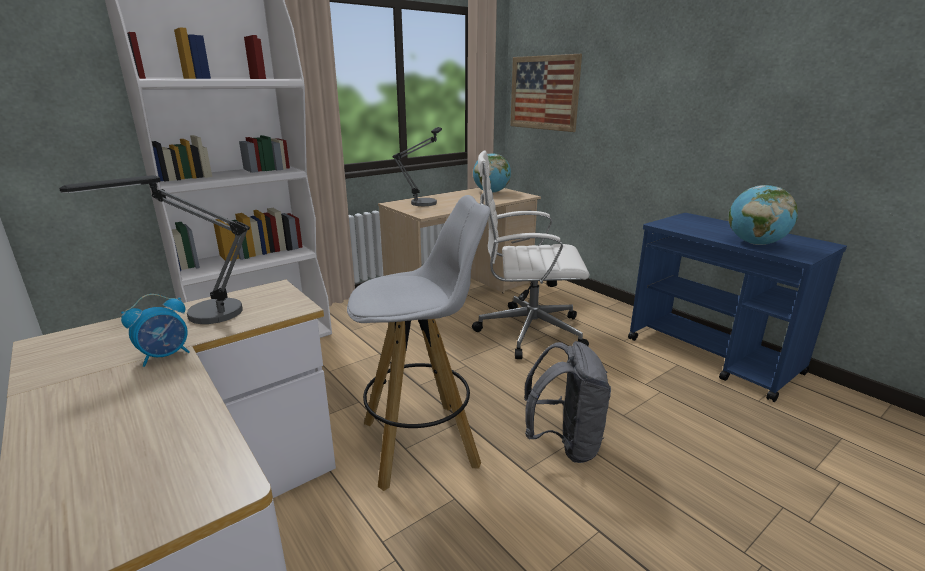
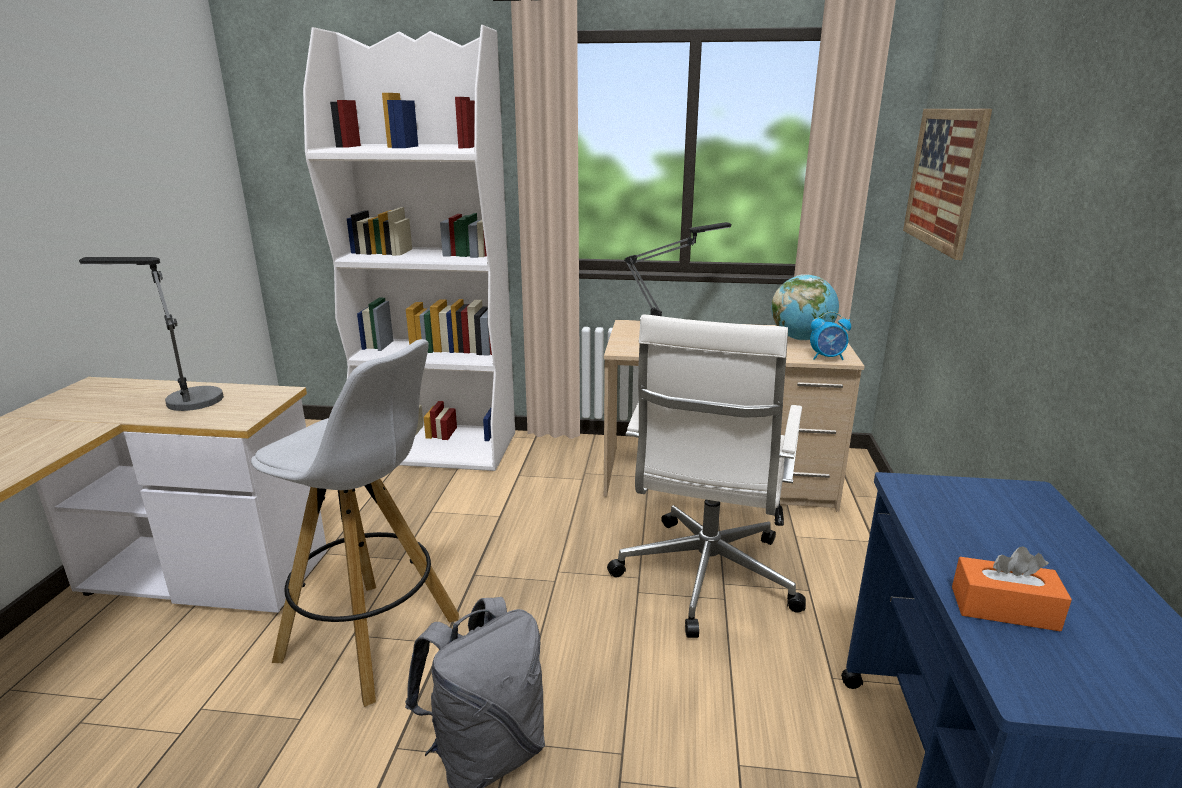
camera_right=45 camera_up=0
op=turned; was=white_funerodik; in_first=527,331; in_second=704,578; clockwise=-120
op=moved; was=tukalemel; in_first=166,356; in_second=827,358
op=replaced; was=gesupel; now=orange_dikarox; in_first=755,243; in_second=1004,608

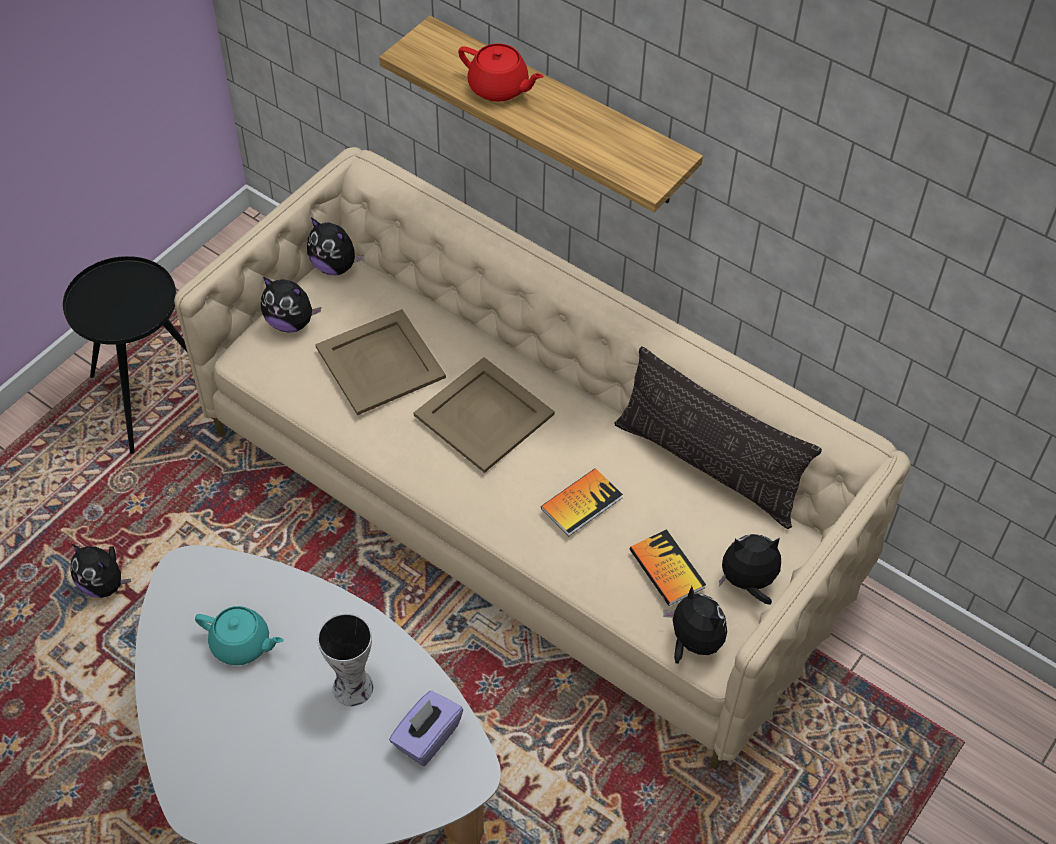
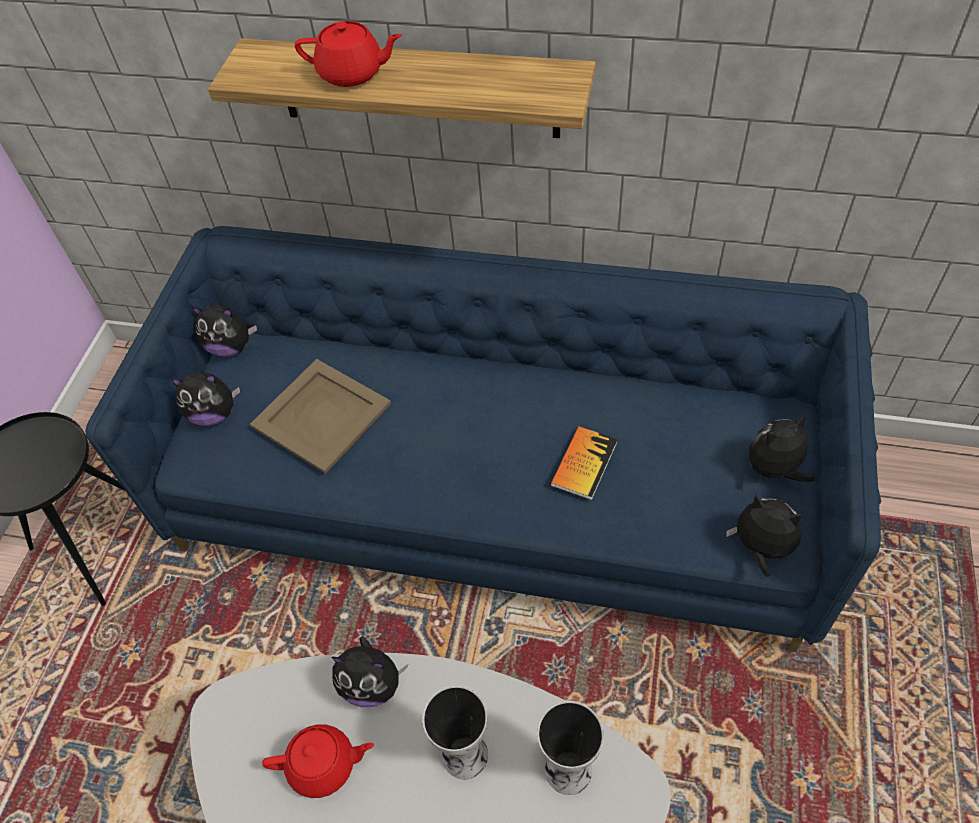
camera_right=-20 camera_up=0
op=recoloured; was=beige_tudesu; now=blue_tudesu; in_first=526,510; in_second=498,495
op=recoloured; was=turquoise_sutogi; now=red_sutogi; in_first=242,644; in_second=324,765
op=moved; was=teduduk; in_first=104,584; in_second=372,684
op=replaced; was=purple_dikarox; now=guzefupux; in_first=427,737; in_second=569,772
op=removed; was=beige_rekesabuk; in_first=484,416
op=removed; was=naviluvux; in_first=708,466
op=removed; was=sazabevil; in_first=667,569

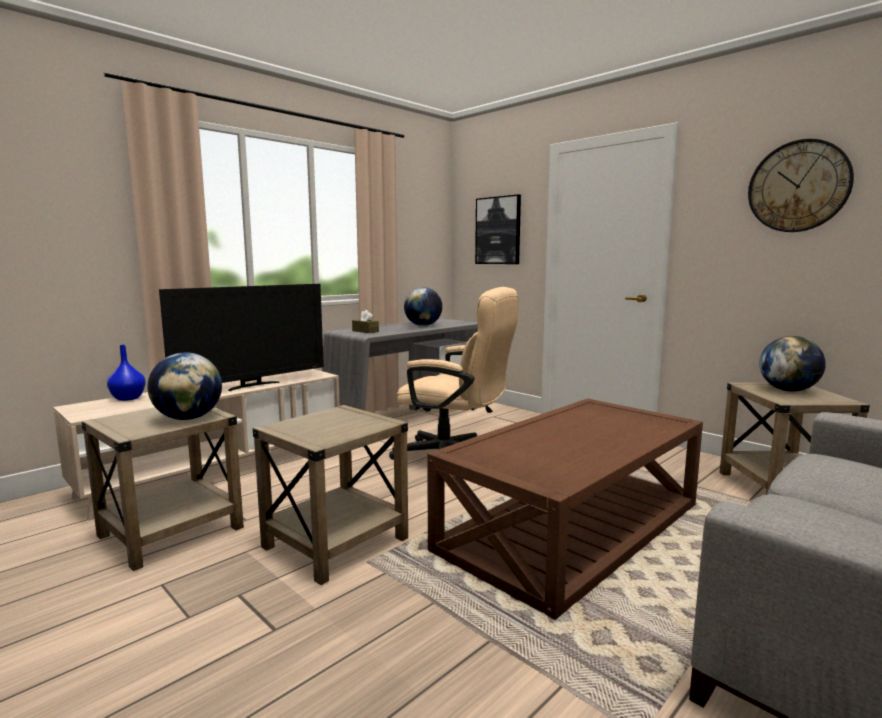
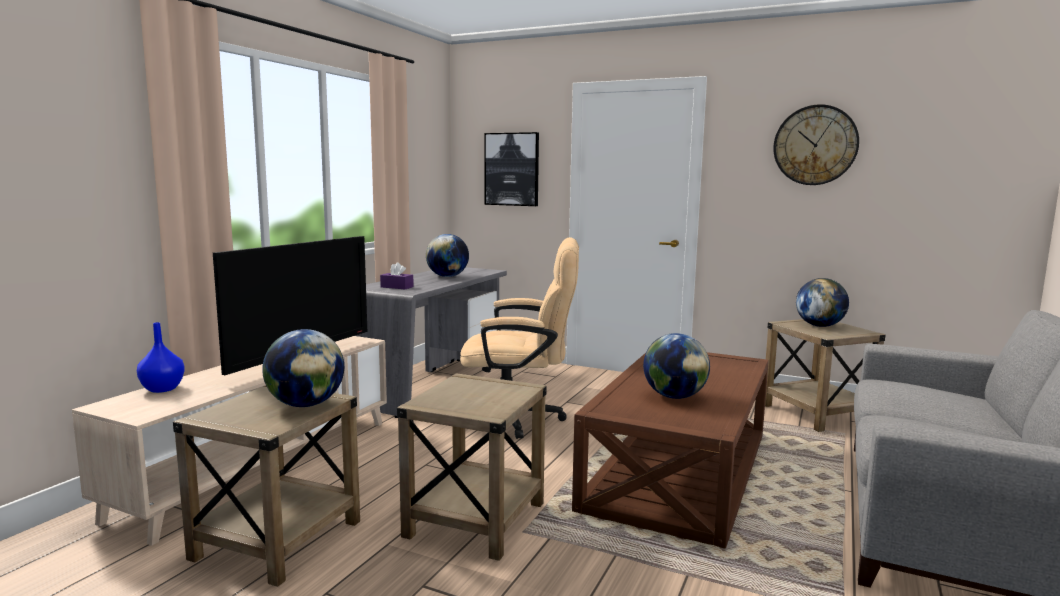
camera_right=-20 camera_up=0
op=recoloured; was=brown_dikarox; now=purple_dikarox; in_first=365,331; in_second=397,287
op=added; now=gesupel; in_second=674,396

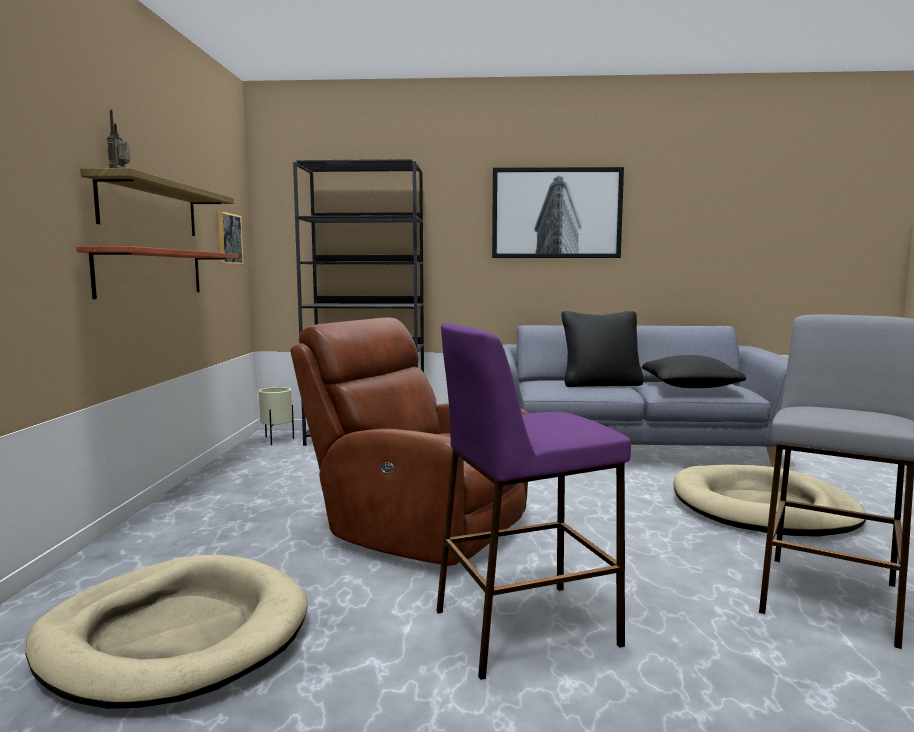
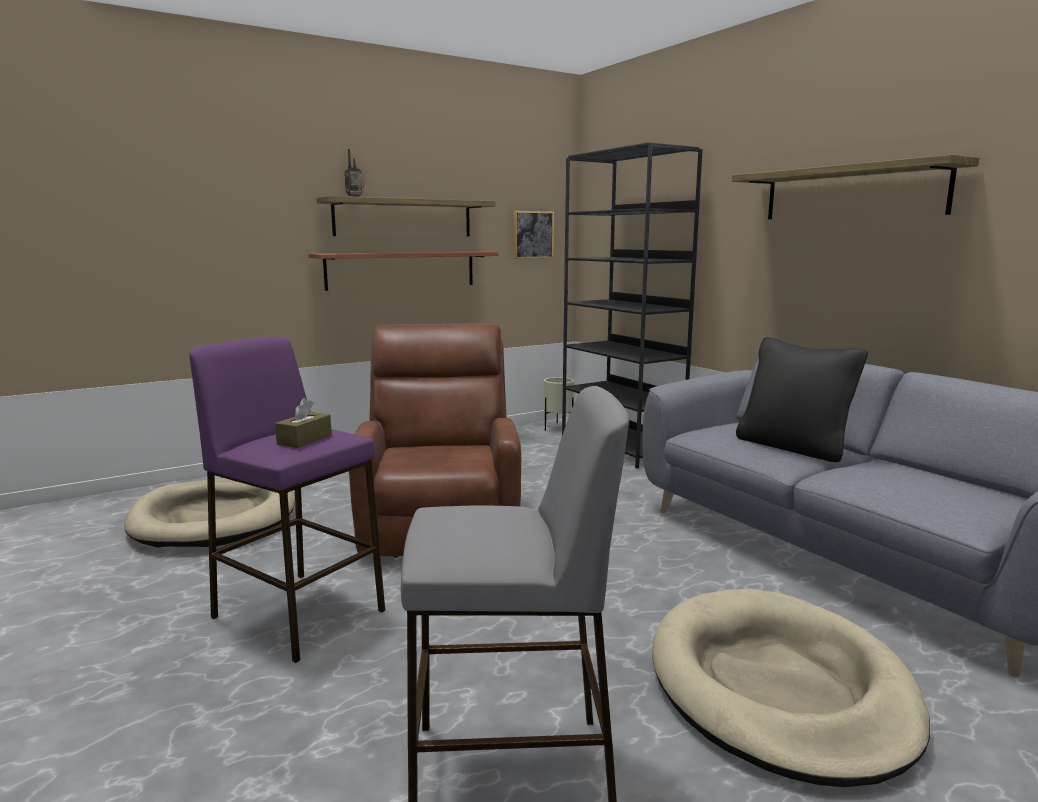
camera_right=55 camera_up=5
op=added; now=brown_dikarox; in_second=304,439
op=replaced; was=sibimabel; now=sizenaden; in_first=556,213; in_second=851,193
op=removed; was=black_naviluvux; in_first=690,386

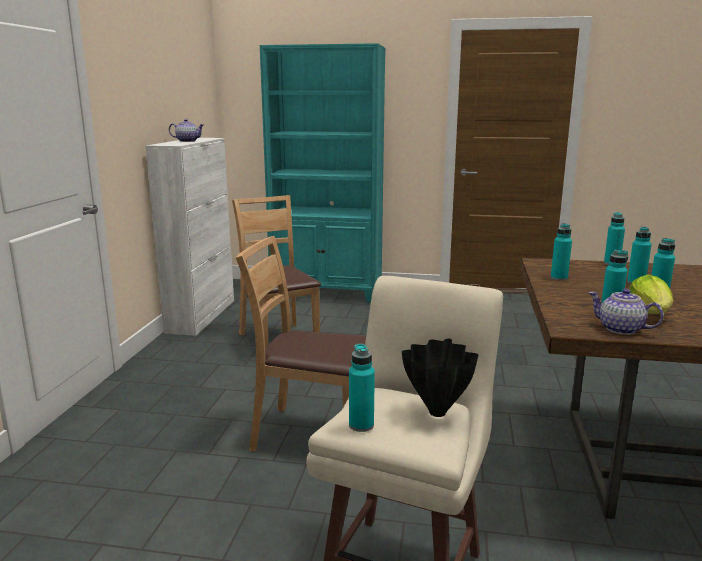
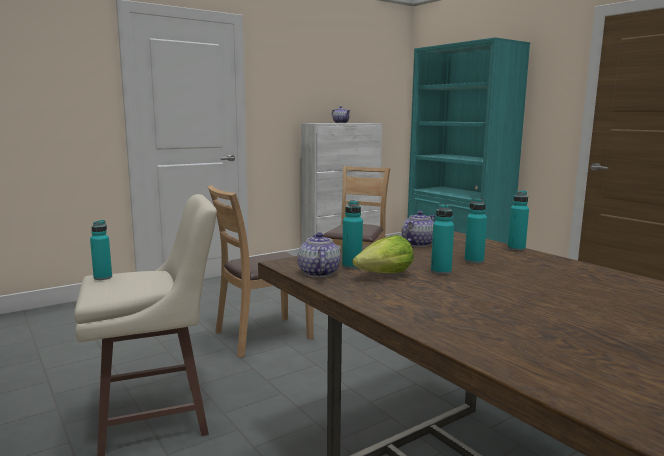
camera_right=45 camera_up=-5
op=turned; was=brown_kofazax; in_first=310,434; in_second=262,336; clockwise=-90
op=replaced; was=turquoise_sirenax; now=sutogi; in_first=559,278; in_second=417,244
op=removed; was=black_guzefupux; in_first=437,413

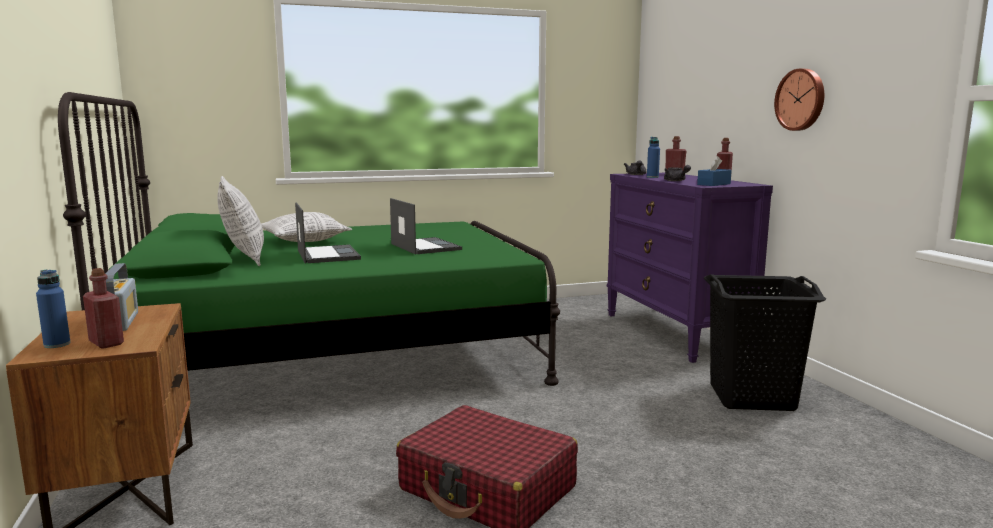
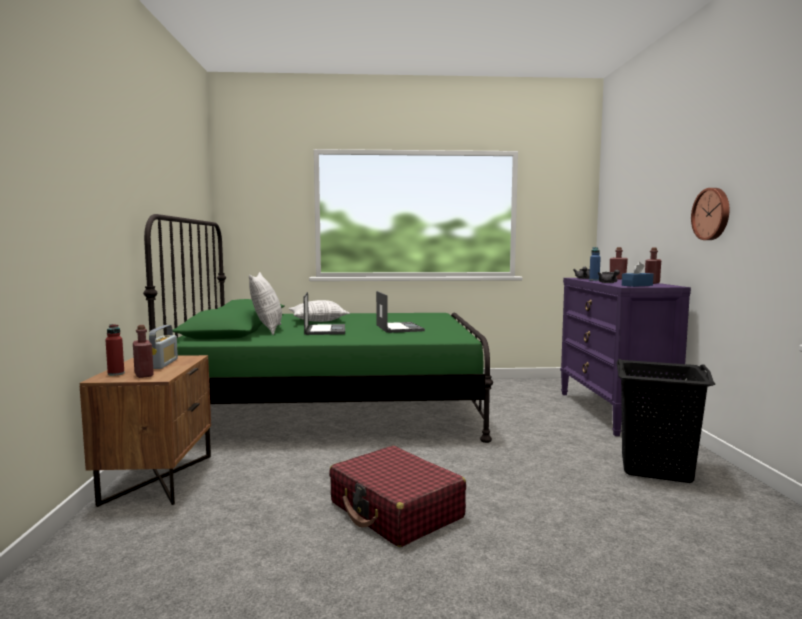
camera_right=15 camera_up=-5
op=recoloured; was=blue_sirenax; now=red_sirenax; in_first=57,344; in_second=116,373

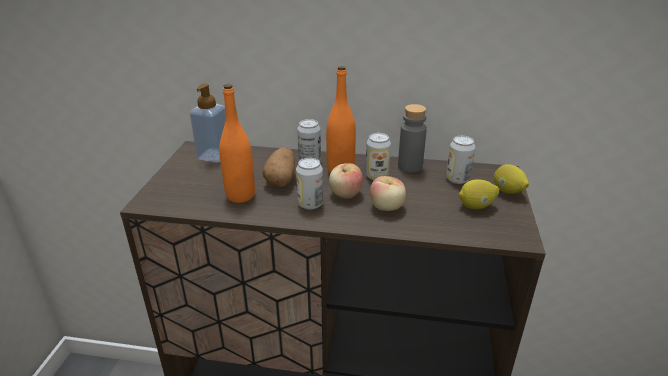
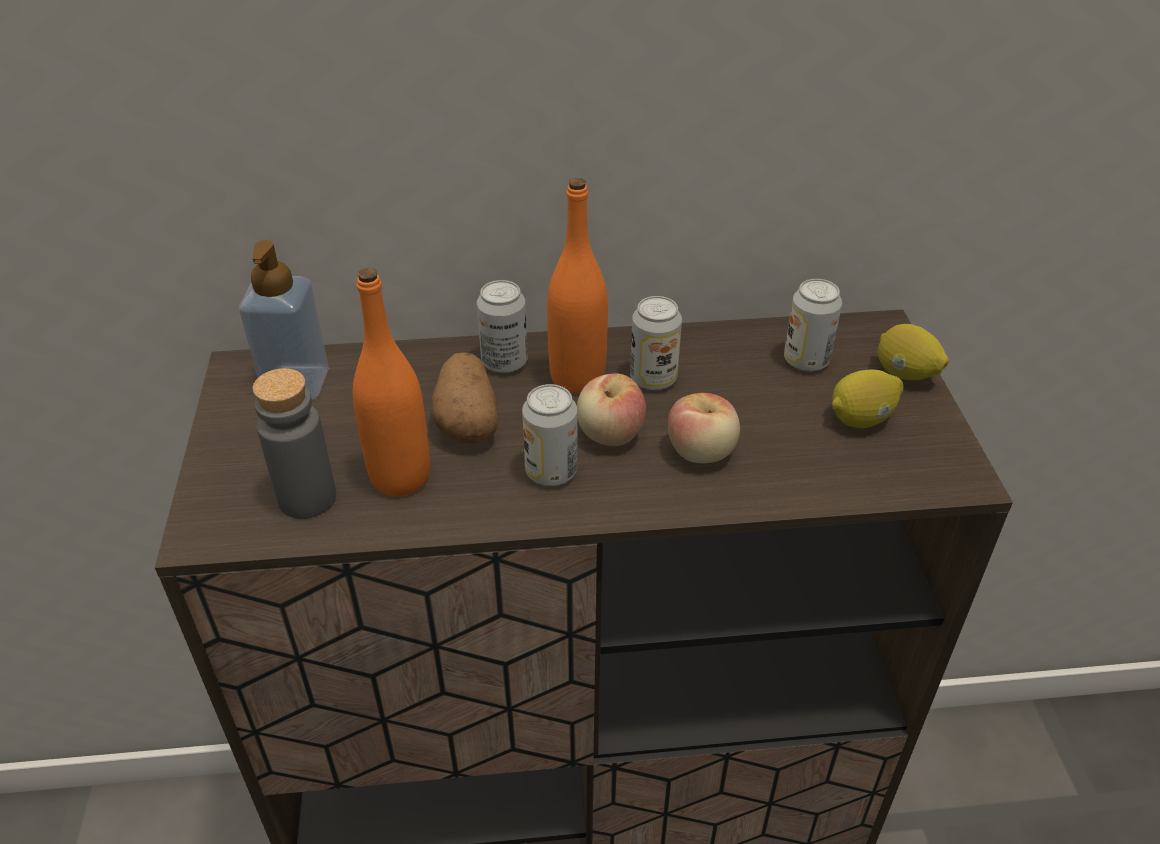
camera_right=-15 camera_up=10
op=moved; was=grey_sirenax; in_first=410,166; in_second=307,498

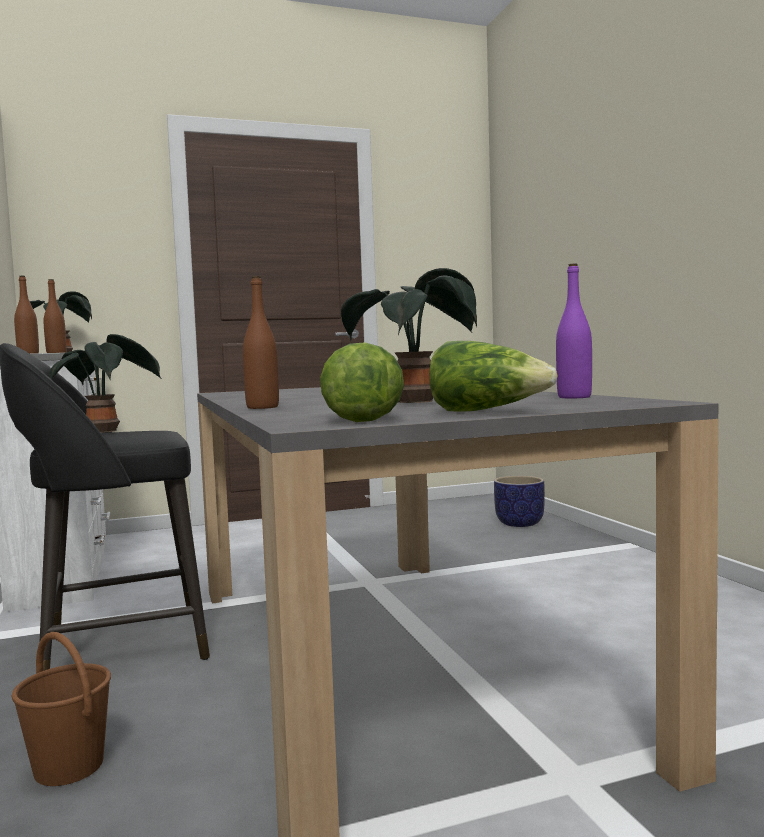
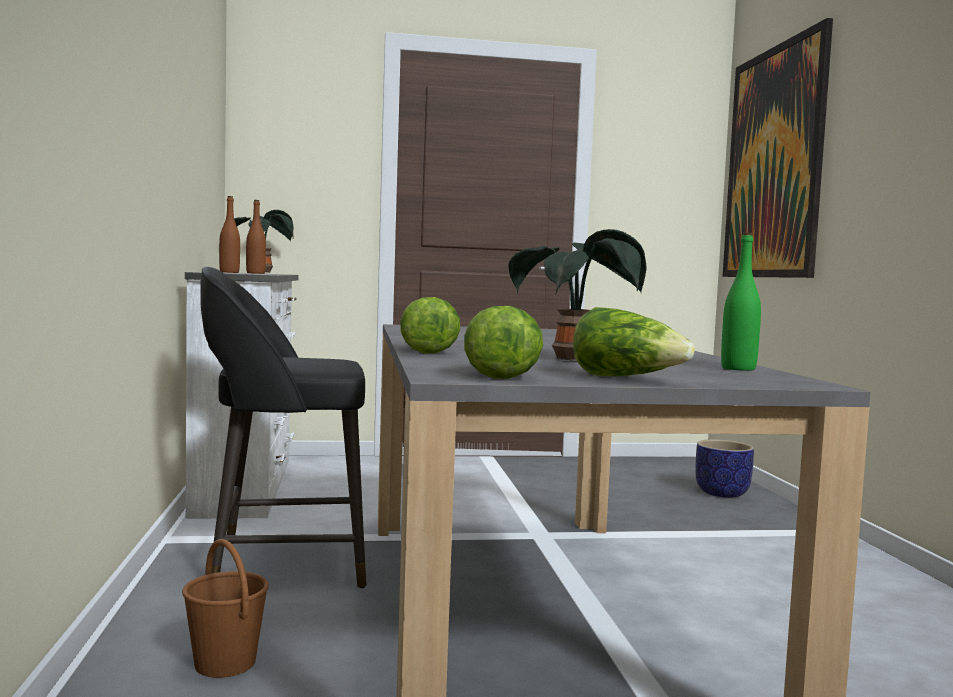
camera_right=10 camera_up=0
op=replaced; was=brown_sirenax; now=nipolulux; in_first=262,407; in_second=428,351
op=recoloured; was=purple_sirenax; now=green_sirenax; in_first=574,397; in_second=738,368
op=added; now=sibimabel; in_second=774,163
op=removed; was=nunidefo; in_first=107,432

